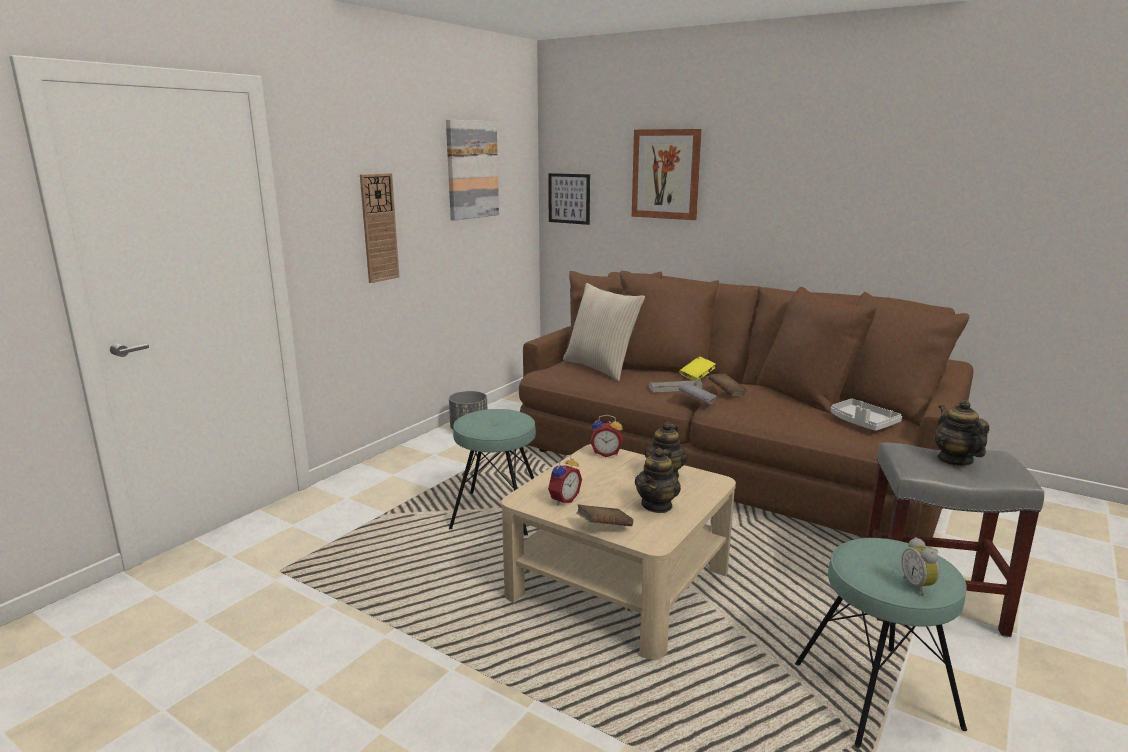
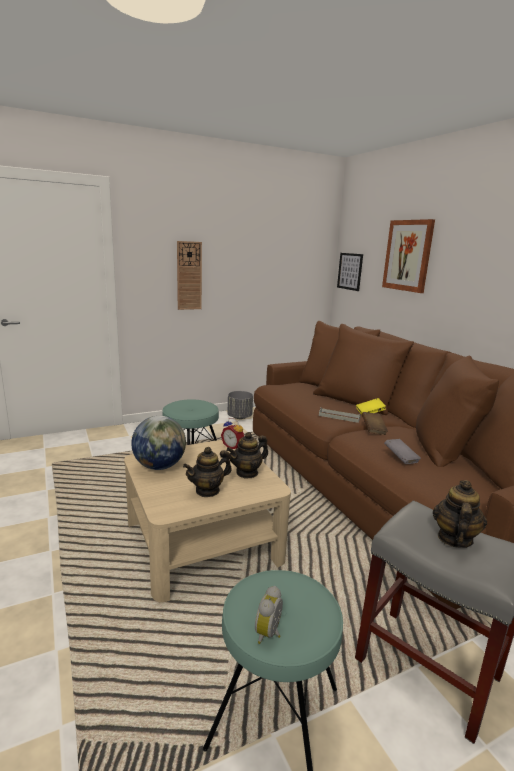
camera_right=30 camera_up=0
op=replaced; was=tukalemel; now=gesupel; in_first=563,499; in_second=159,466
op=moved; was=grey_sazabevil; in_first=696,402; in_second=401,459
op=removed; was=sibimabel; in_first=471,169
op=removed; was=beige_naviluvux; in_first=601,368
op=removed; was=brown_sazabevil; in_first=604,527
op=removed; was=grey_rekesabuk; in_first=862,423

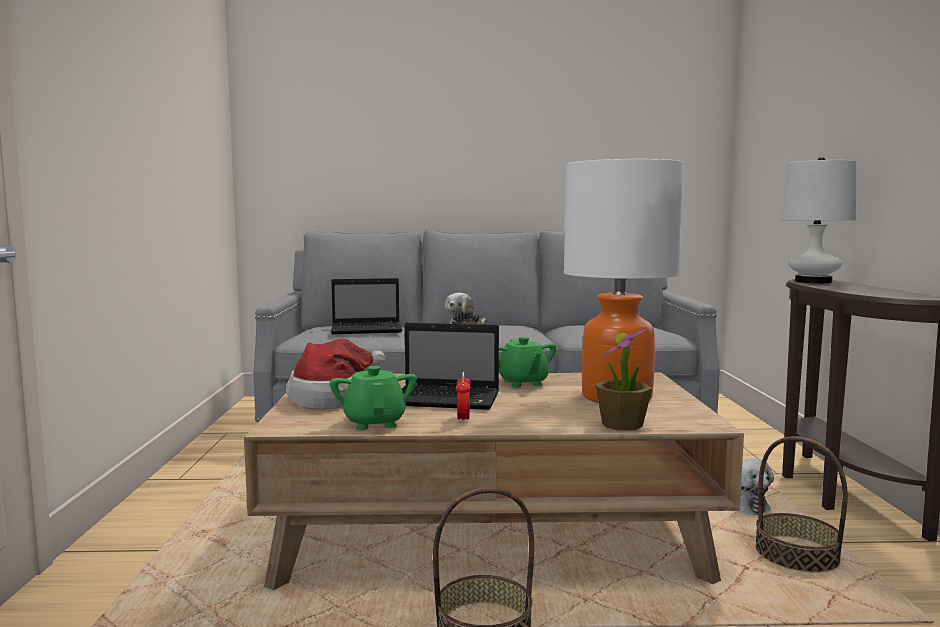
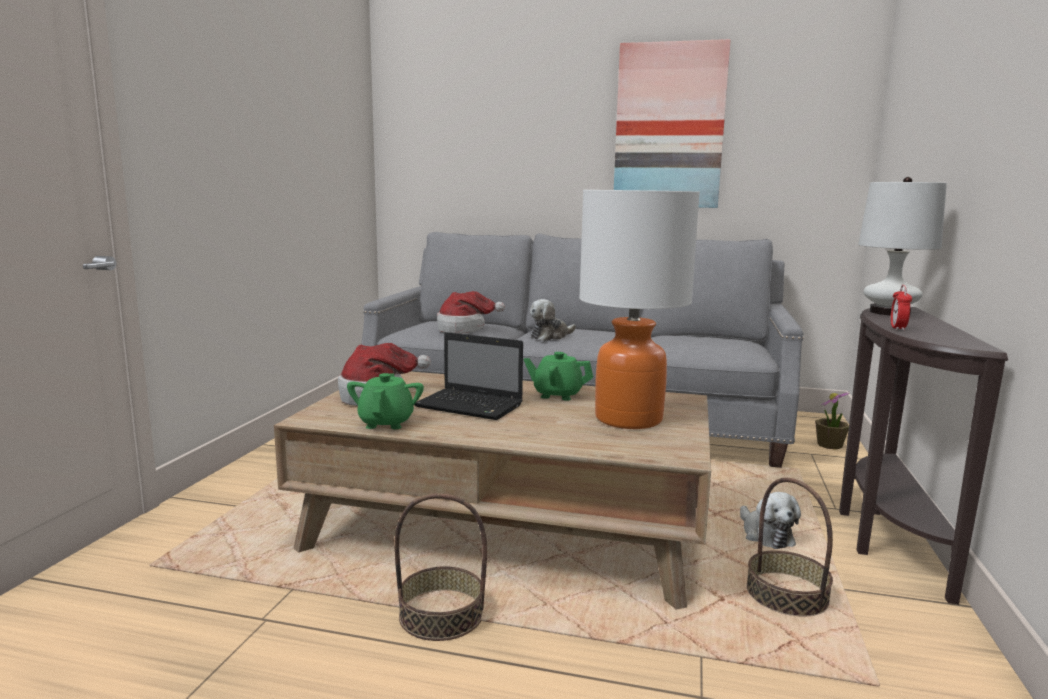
camera_right=15 camera_up=5
op=replaced; was=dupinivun; now=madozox; in_first=368,330; in_second=463,328
op=turned; was=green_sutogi; in_first=523,383; in_second=557,395; clockwise=105
op=added; now=sibimabel; in_second=669,126
op=moved; was=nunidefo; in_first=622,425; in_second=829,445
op=moved; was=tukalemel; in_first=463,419; in_second=897,328

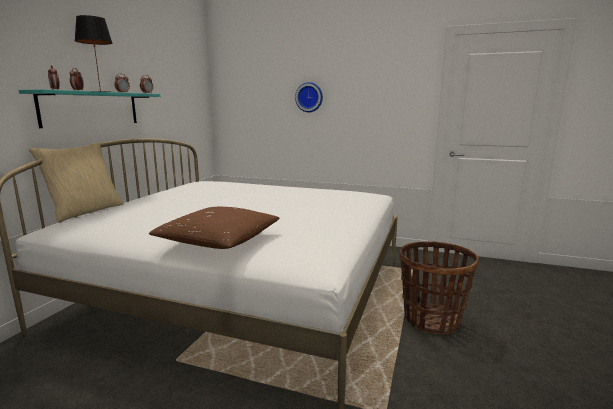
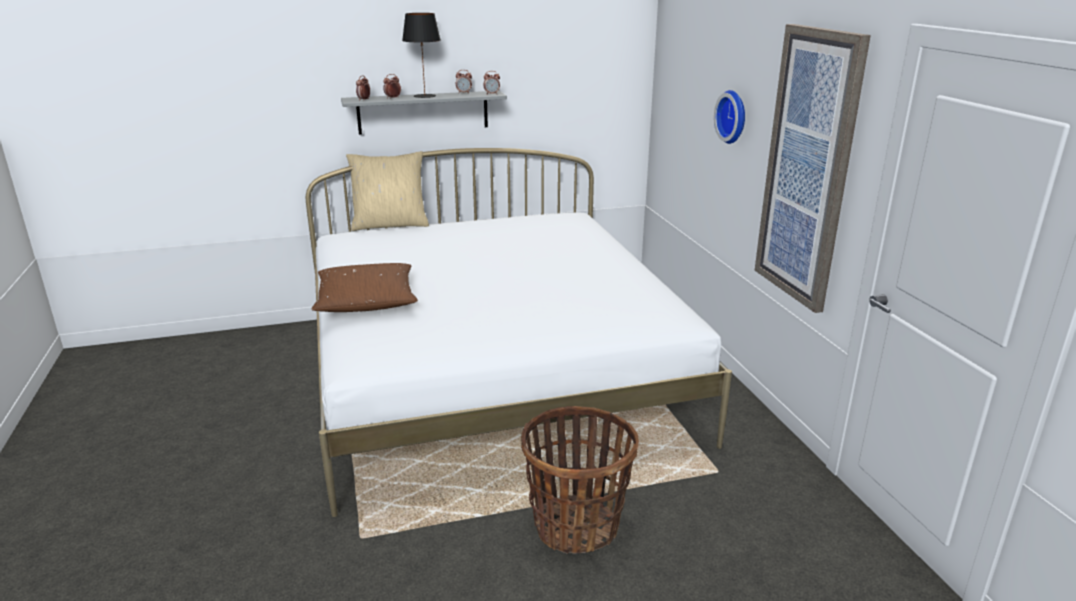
camera_right=55 camera_up=10
op=recoloured; was=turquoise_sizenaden; now=grey_sizenaden; in_first=91,109; in_second=423,112
op=added; now=sibimabel; in_second=808,168

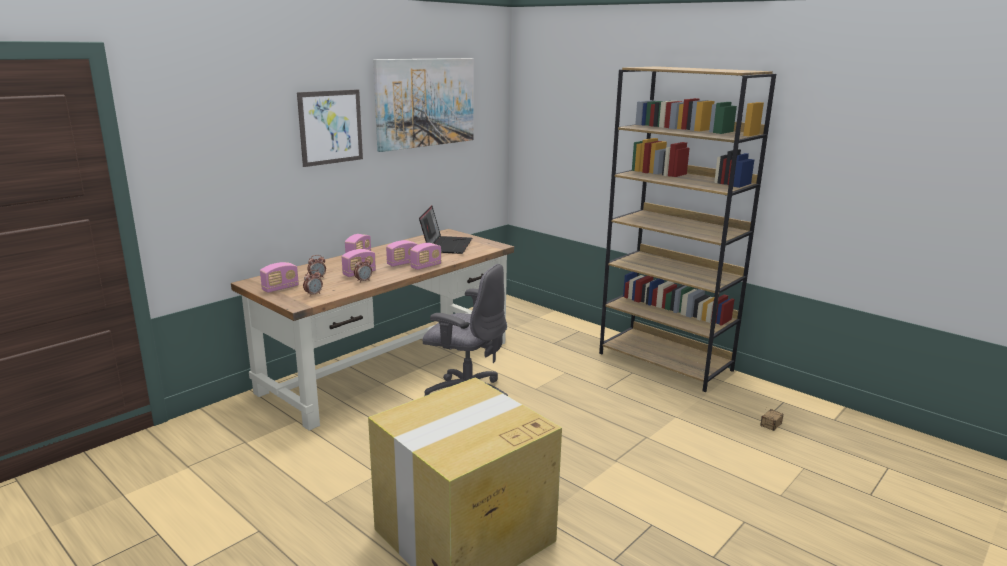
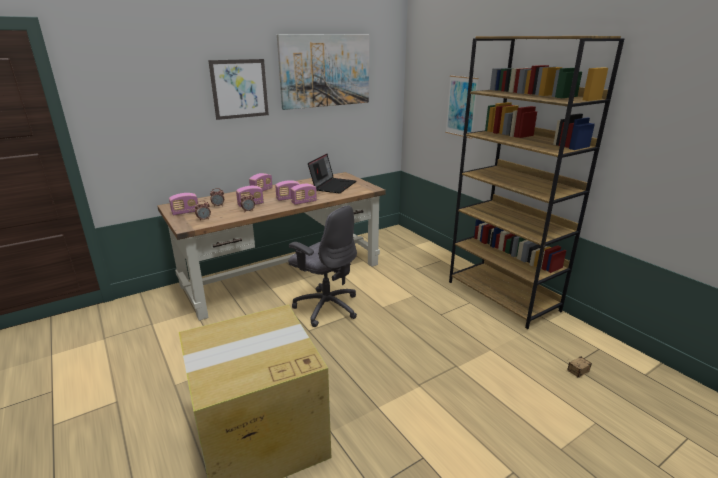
camera_right=15 camera_up=5
op=added; now=sibimabel; in_second=461,106

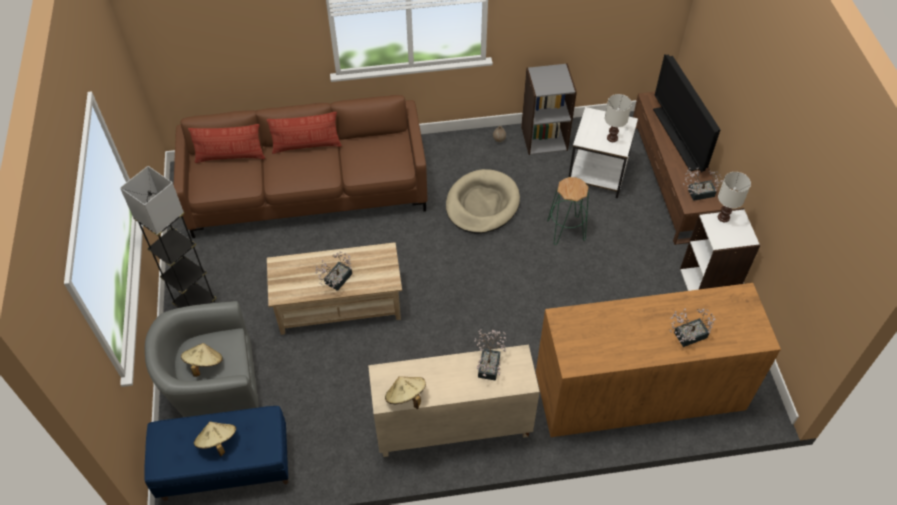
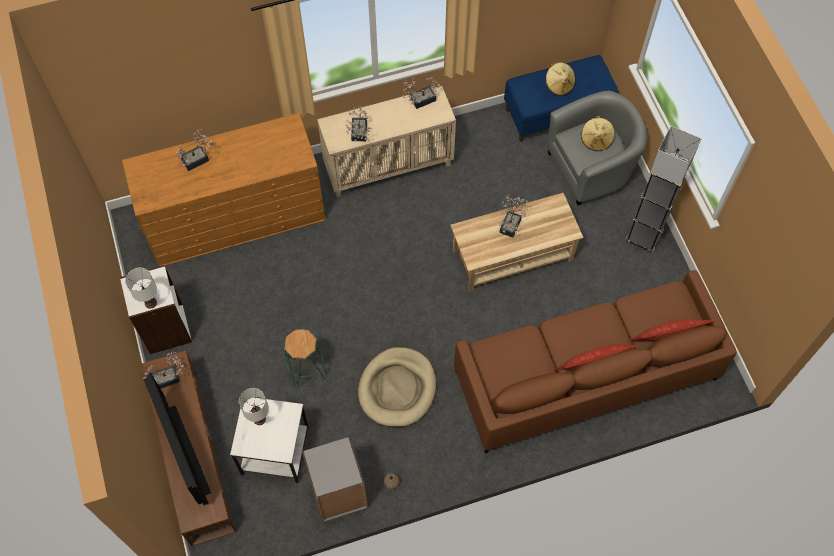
camera_right=170 camera_up=10
op=replaced; was=beige_madozox; now=nunidefo; in_first=406,397; in_second=420,100

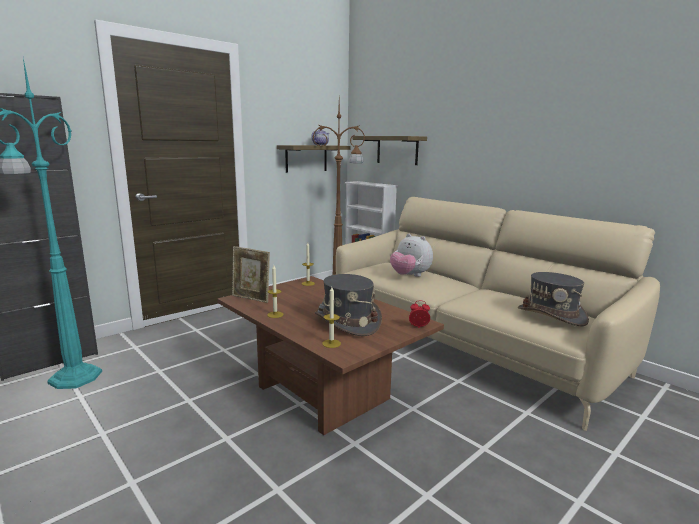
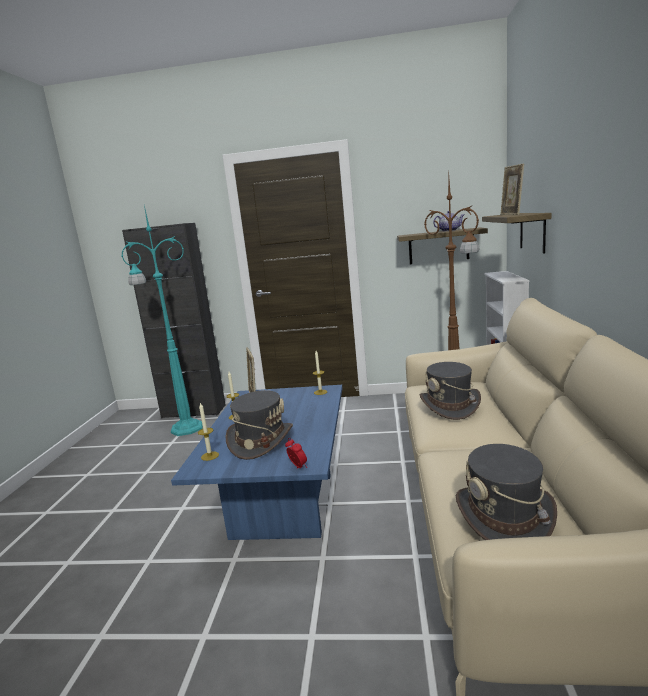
camera_right=50 camera_up=0
op=recoloured; was=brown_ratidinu; now=blue_ratidinu; in_first=323,392; in_second=284,504
op=replaced; was=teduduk; now=grey_madozox; in_first=410,276; in_second=450,406
op=added; now=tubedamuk; in_second=511,215

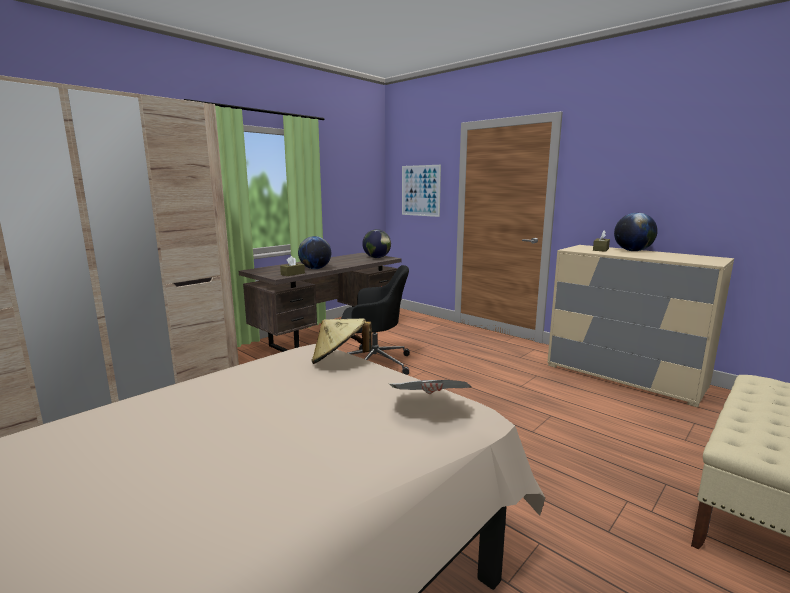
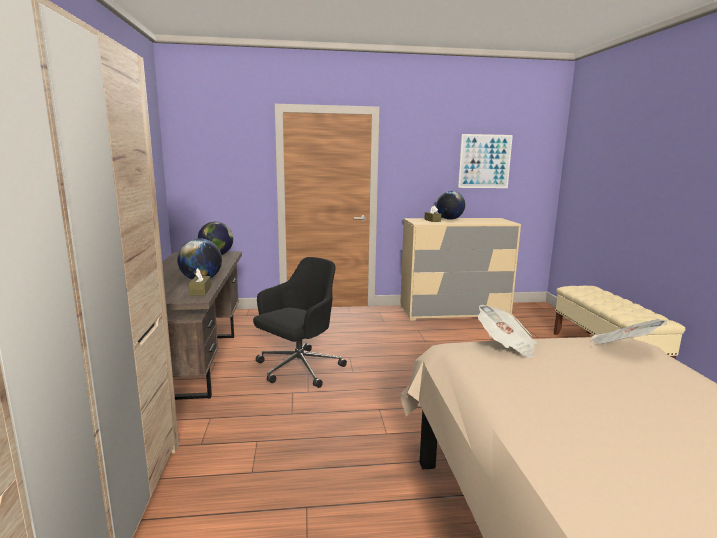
camera_right=-50 camera_up=0
op=moved; was=sibimabel; in_first=420,190; in_second=484,161
op=replaced; was=beige_madozox; now=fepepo; in_first=340,360; in_second=506,346

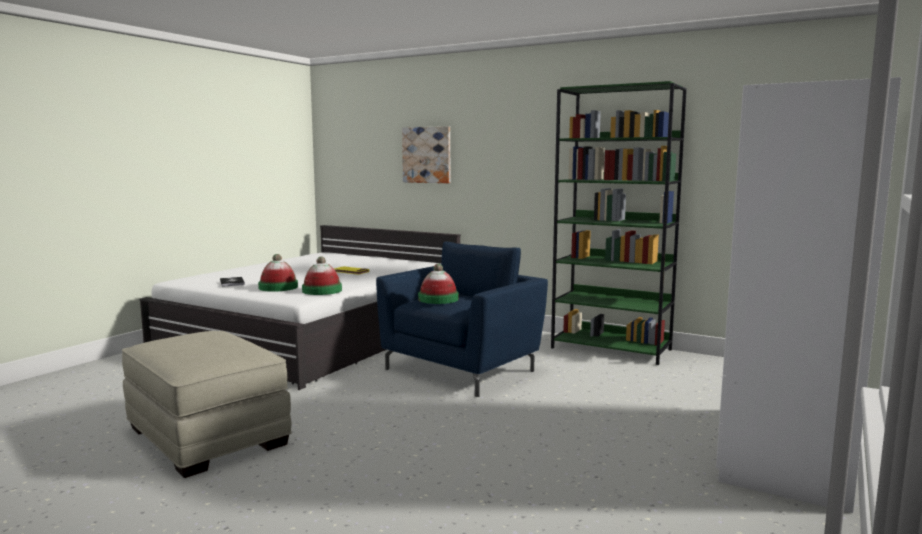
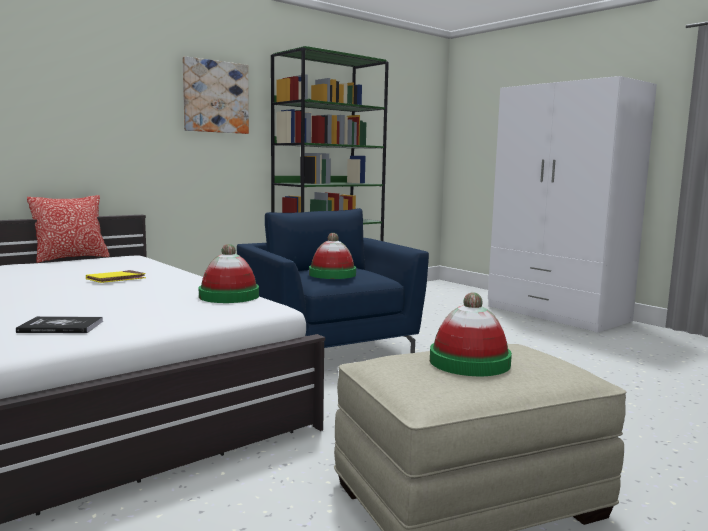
camera_right=-70 camera_up=0
op=added; now=naviluvux; in_second=71,258
op=moved; was=sibimabel; in_first=427,155; in_second=215,97
op=moved; was=madozox; in_first=278,287; in_second=469,362

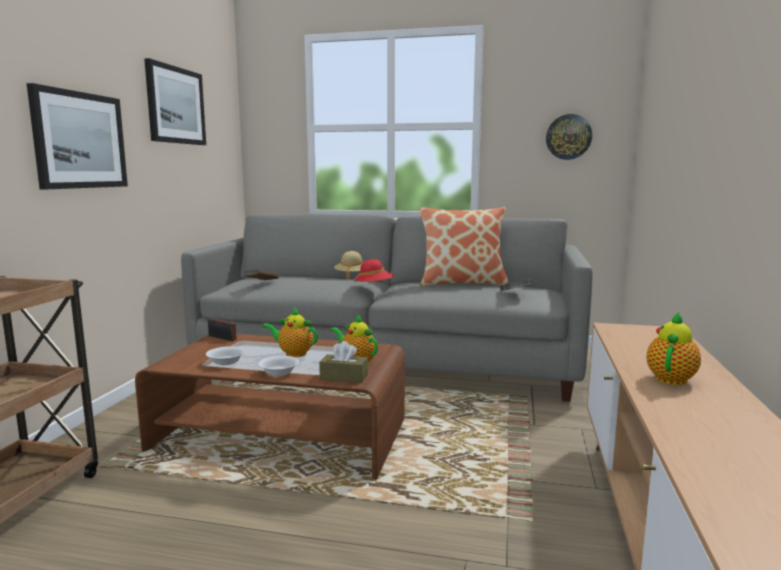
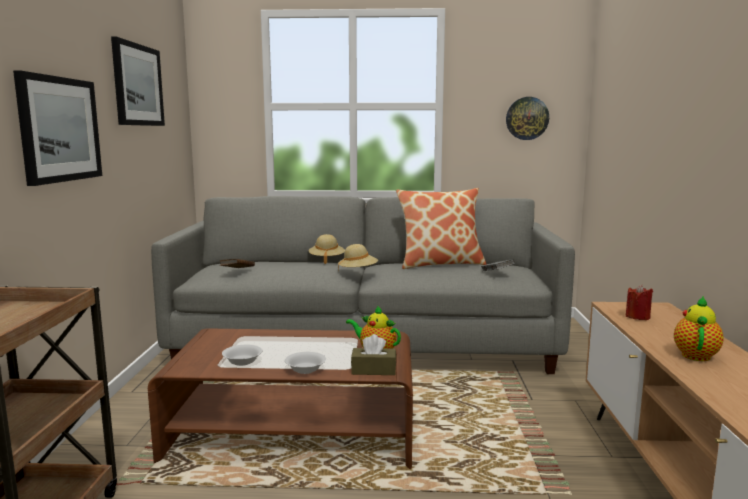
camera_right=-10 camera_up=0
op=recoloured; was=red_madozox; now=beige_madozox; in_first=374,287; in_second=358,271
op=added; now=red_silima; in_second=637,317
op=removed; was=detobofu; in_first=223,338
op=removed; was=sutogi; in_first=293,353

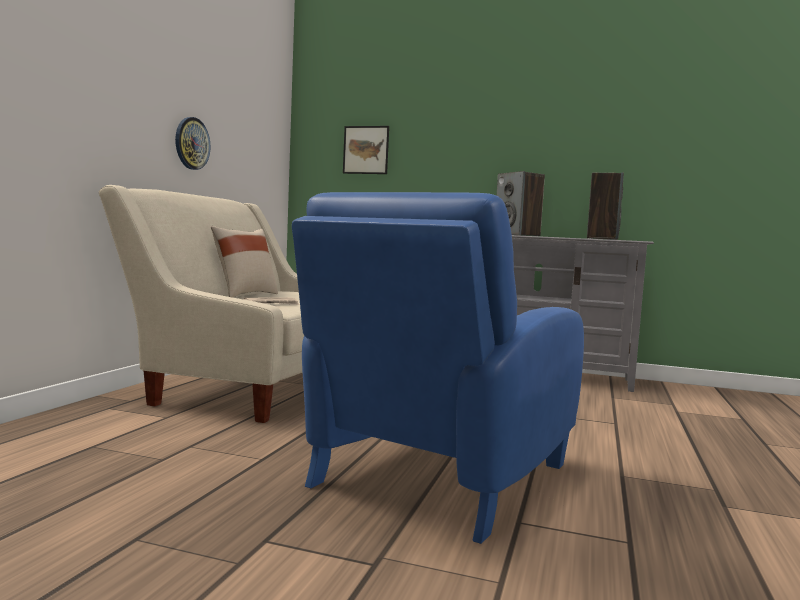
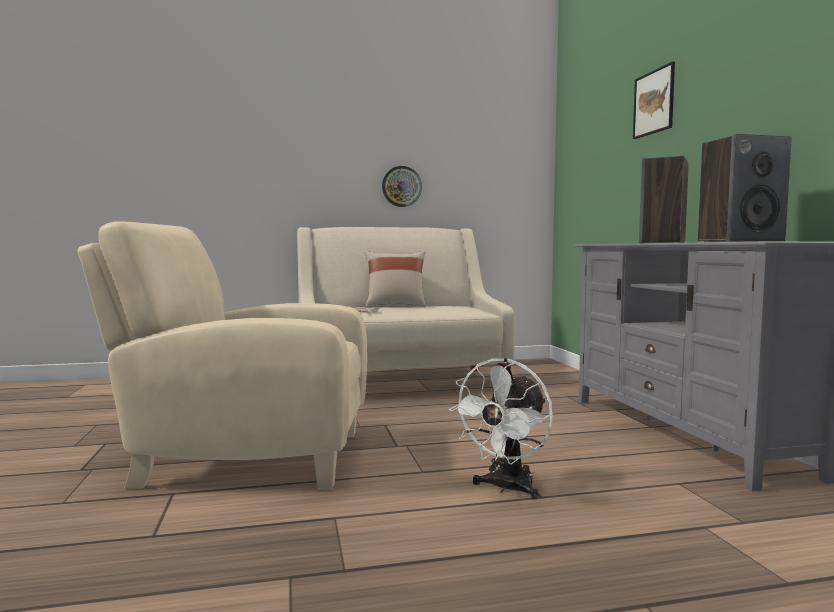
camera_right=60 camera_up=0
op=recoloured; was=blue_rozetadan; now=beige_rozetadan; in_first=437,478; in_second=246,457
op=added; now=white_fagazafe; in_second=506,488
op=moved; was=sibimabel; in_first=366,150; in_second=654,102

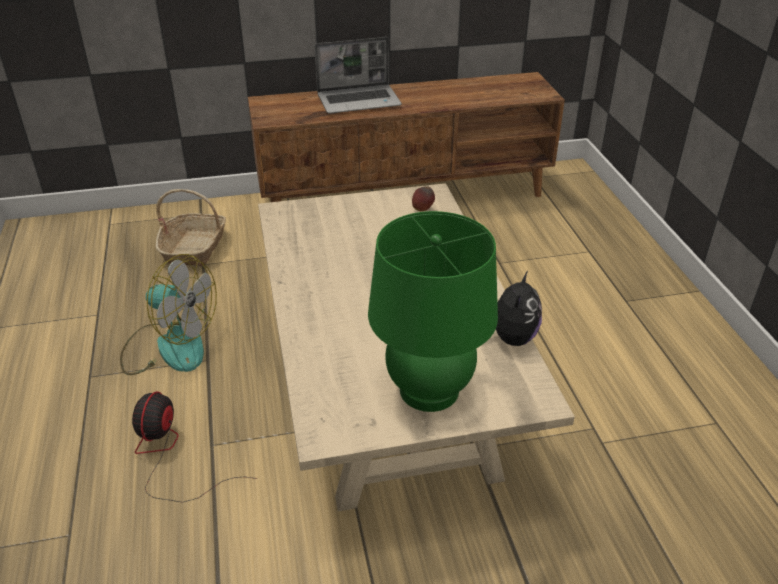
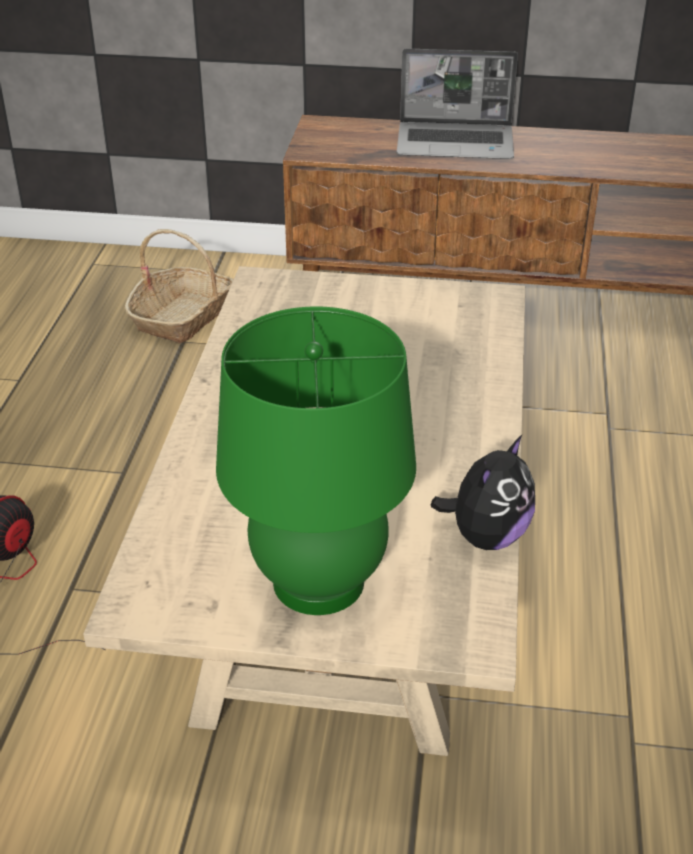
camera_right=20 camera_up=0
op=removed; was=fagazafe; in_first=169,346
op=removed; was=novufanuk; in_first=423,210

